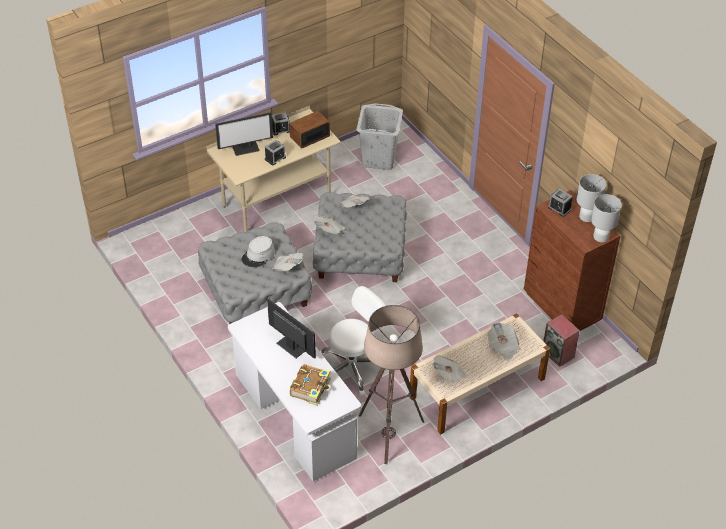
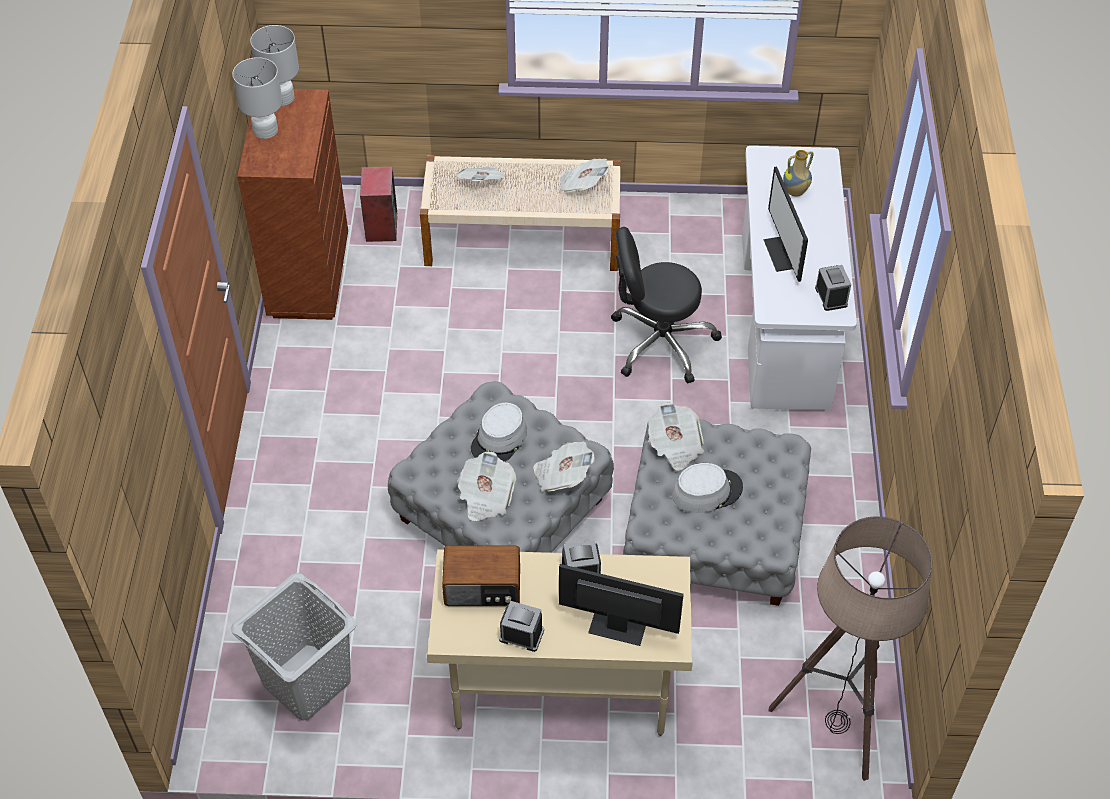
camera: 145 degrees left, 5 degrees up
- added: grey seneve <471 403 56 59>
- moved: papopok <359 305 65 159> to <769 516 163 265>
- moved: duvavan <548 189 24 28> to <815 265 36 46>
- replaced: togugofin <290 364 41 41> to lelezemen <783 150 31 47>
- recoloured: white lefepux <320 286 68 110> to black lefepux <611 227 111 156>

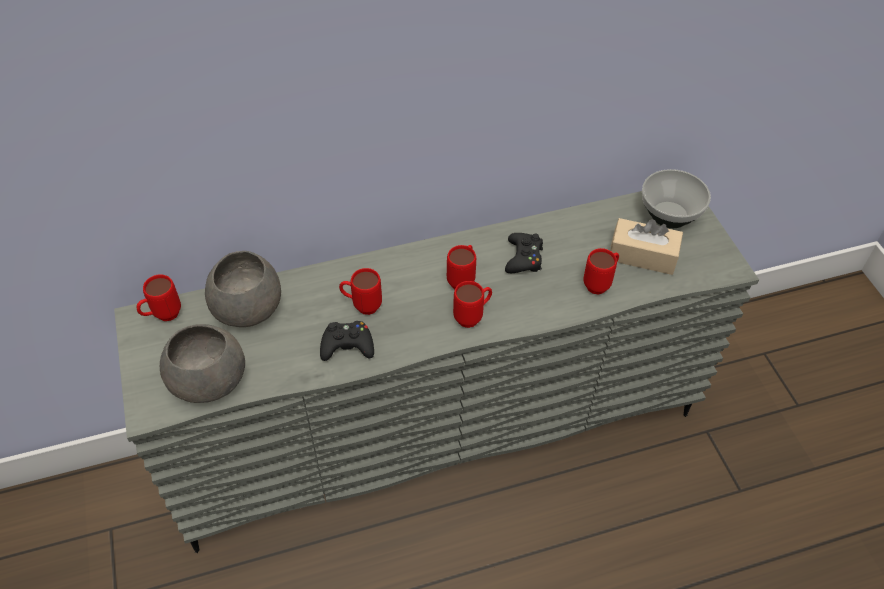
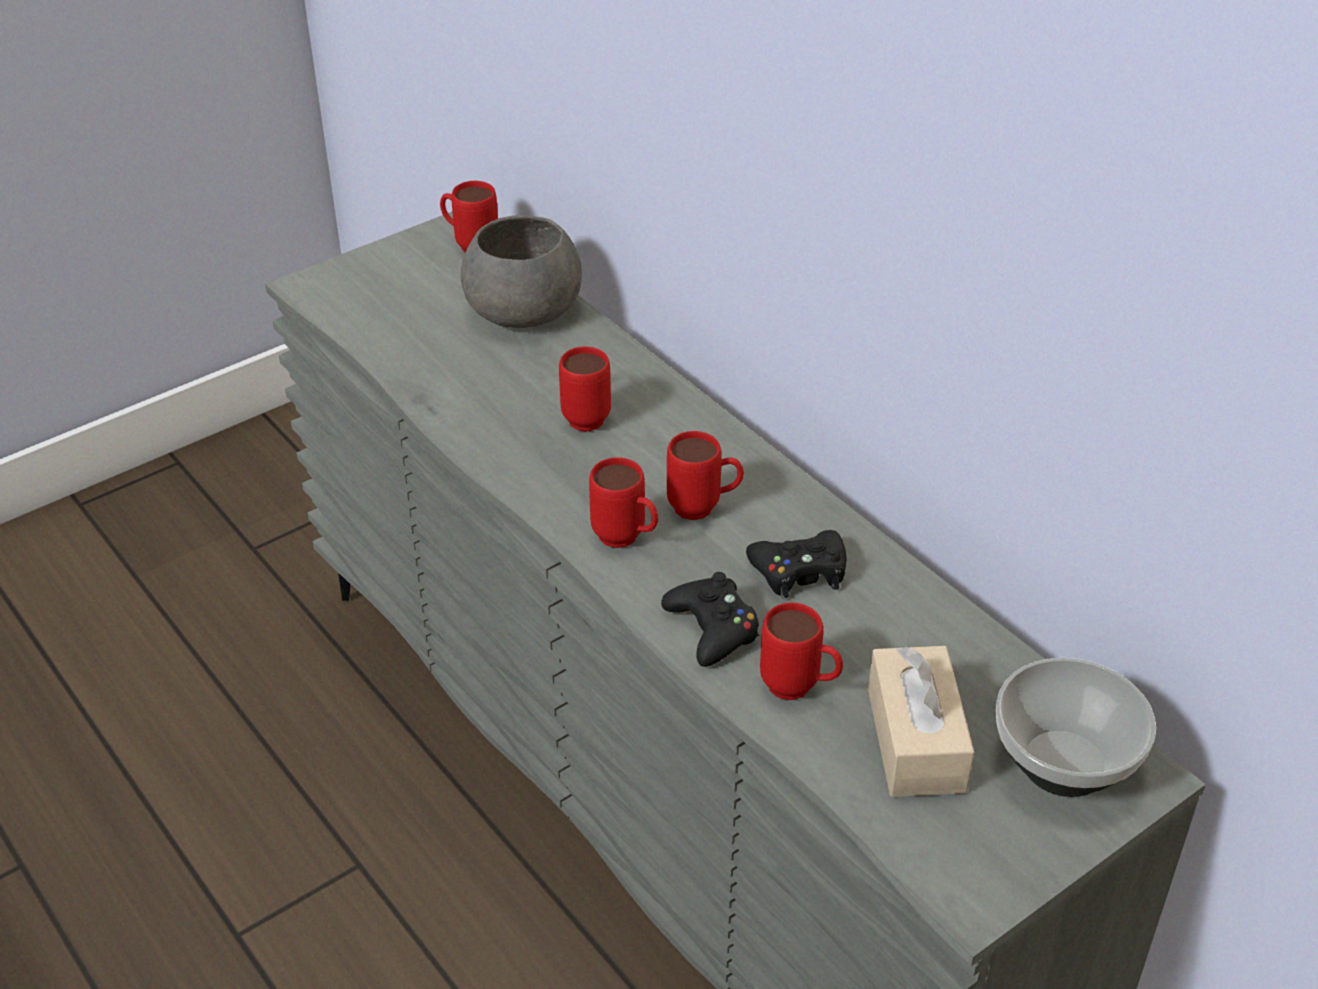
camera: 70 degrees right, 10 degrees down
- removed: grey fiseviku <160 324 85 79>
- moved: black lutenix <320 321 54 40> to <661 572 98 95>

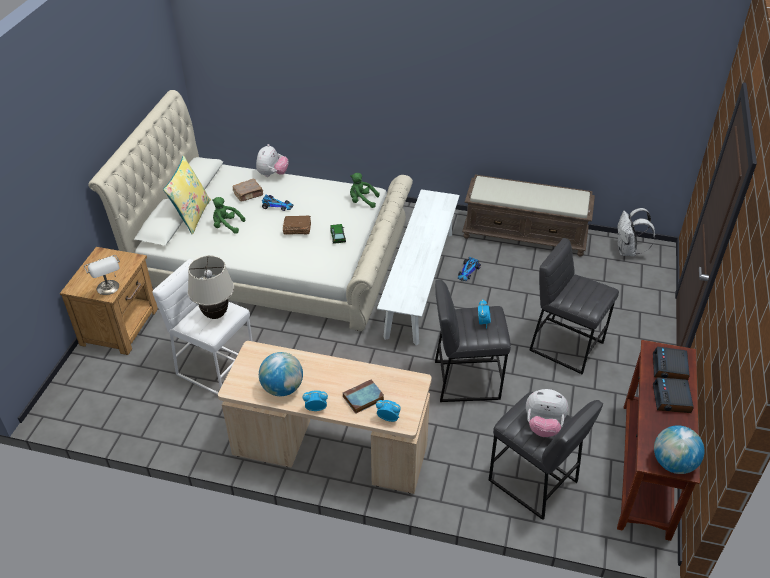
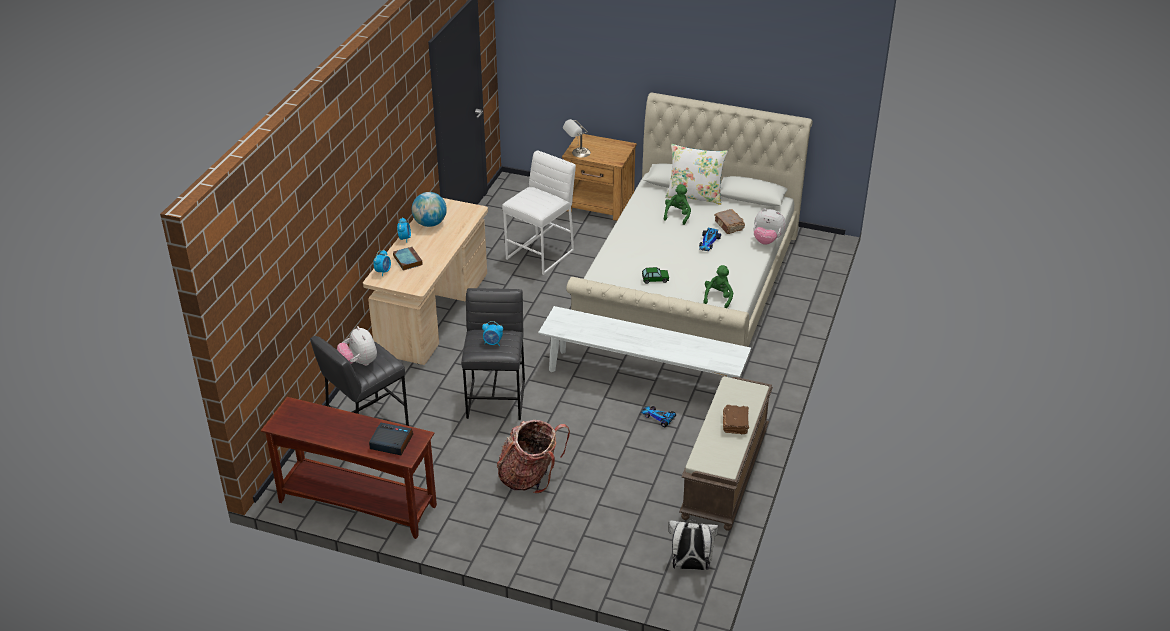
camera: 95 degrees right, 5 degrees down
- removed: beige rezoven <188 255 46 64>
- removed: duvavan <653 377 41 36>
- removed: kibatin <654 425 51 49>
- moved: brown togugofin <283 216 28 19> to <723 405 26 29>
- replaced: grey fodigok <530 238 89 136> to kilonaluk <497 420 73 73>
- recoloured: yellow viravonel <163 156 48 79> to white viravonel <665 144 63 61>
- turned: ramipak <526 389 42 48> = <337 326 40 40> 45 degrees counterclockwise

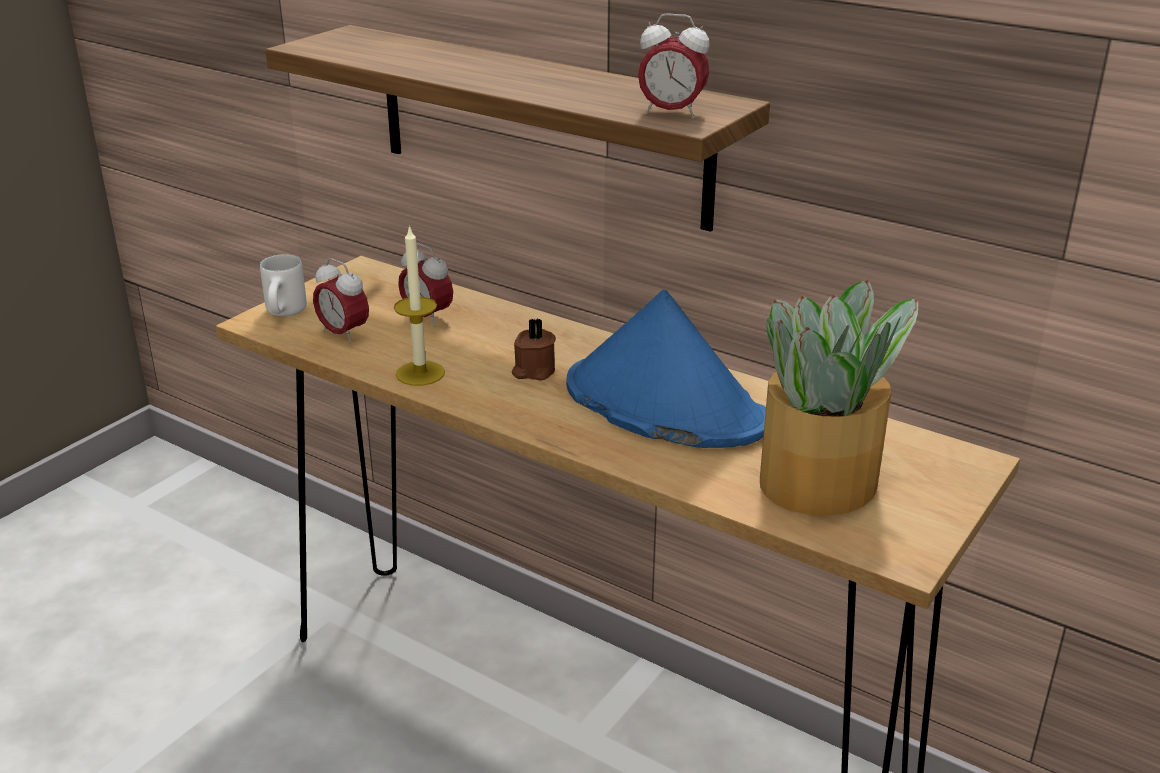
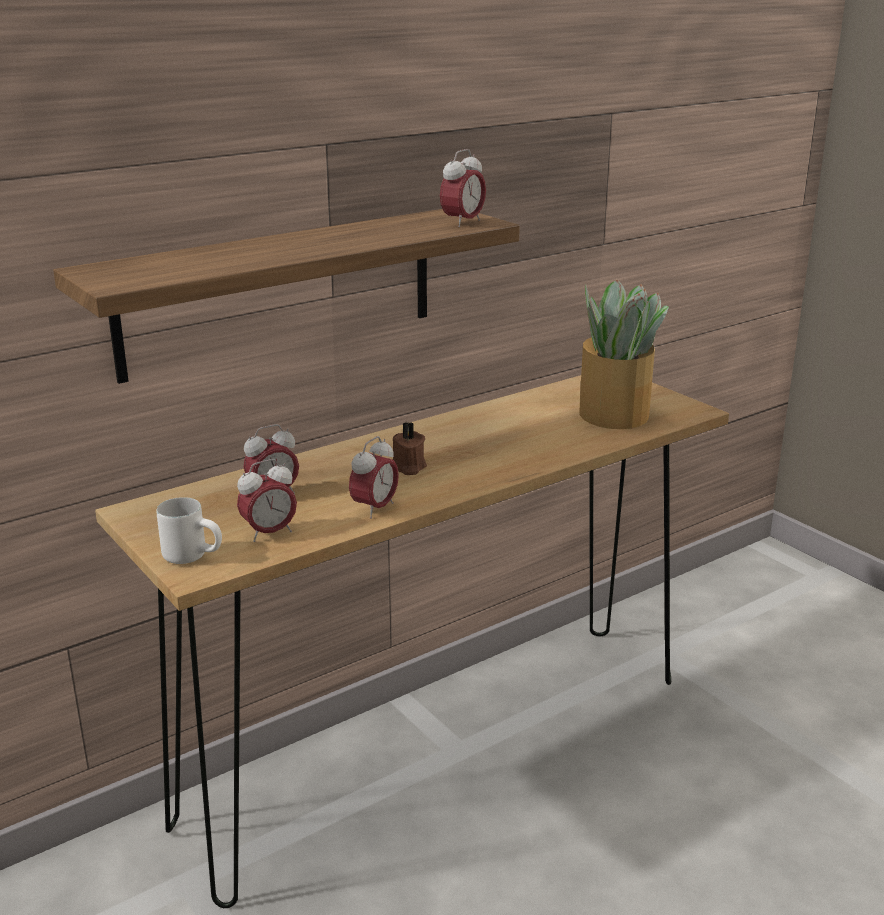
camera: 70 degrees left, 5 degrees down
- removed: blue seneve <566 289 200 159>
- replaced: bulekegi <394 225 51 161> to duvavan <349 436 50 83>

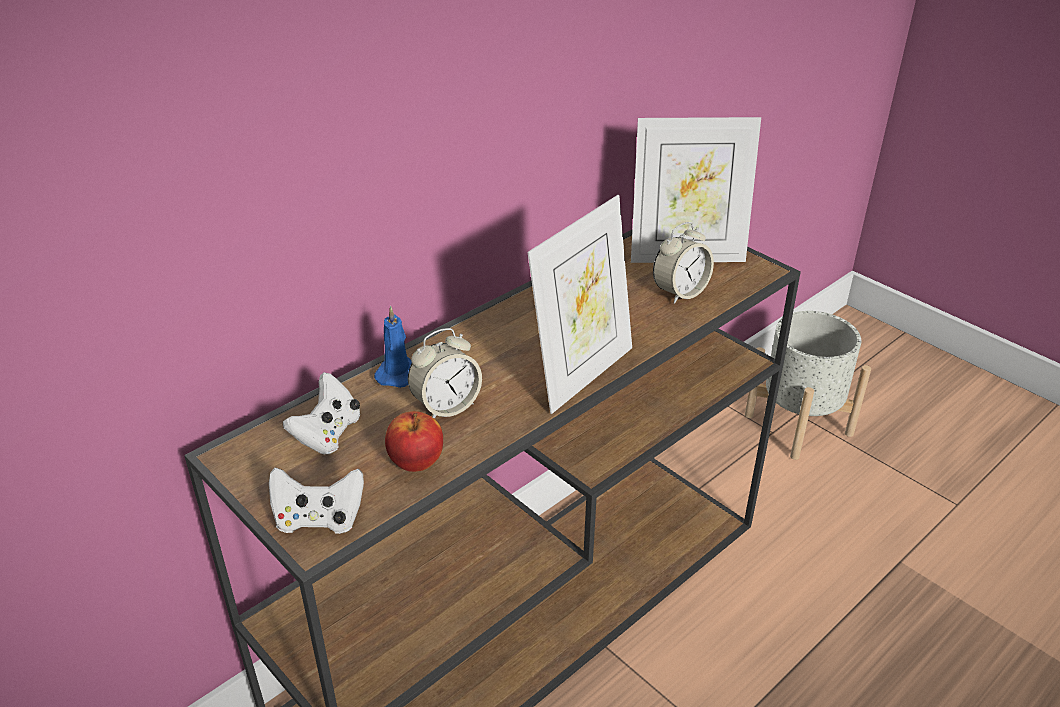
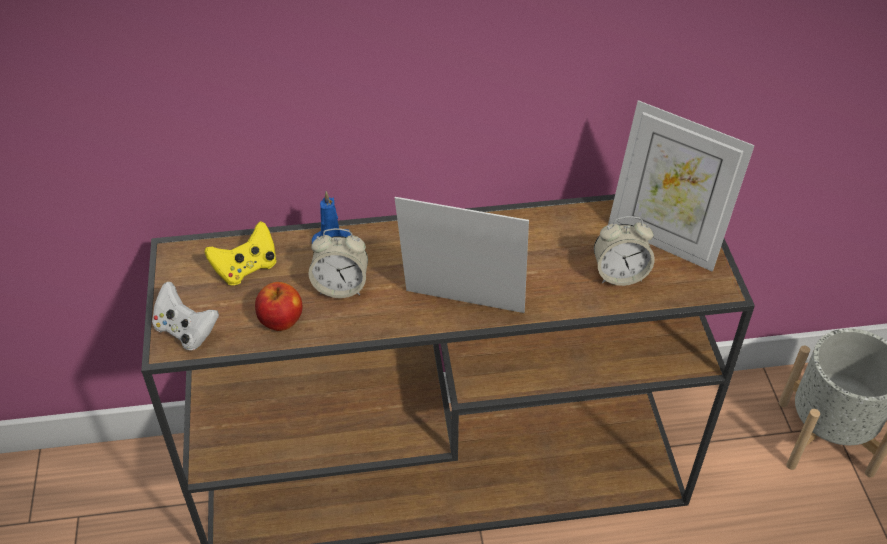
camera: 35 degrees right, 10 degrees up
- recoloured: white lutenix <283 372 77 83> to yellow lutenix <205 221 72 65>
- turned: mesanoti <528 195 104 219> = <395 197 134 116> 150 degrees counterclockwise

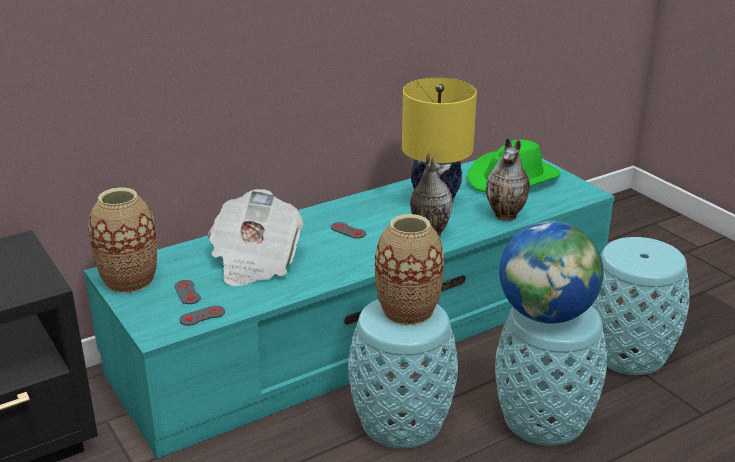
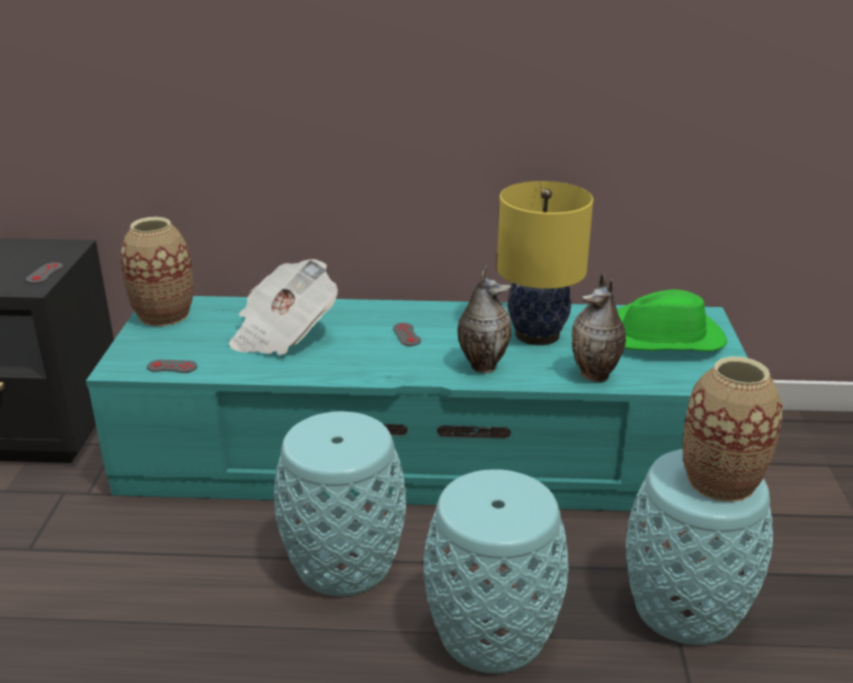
camera: 35 degrees right, 0 degrees up
- removed: kibatin <499 221 105 102>
- moved: grey lutenix <174 280 27 24> to <25 262 38 22>
- moved: lelezemen <375 214 69 111> to <683 357 99 145>

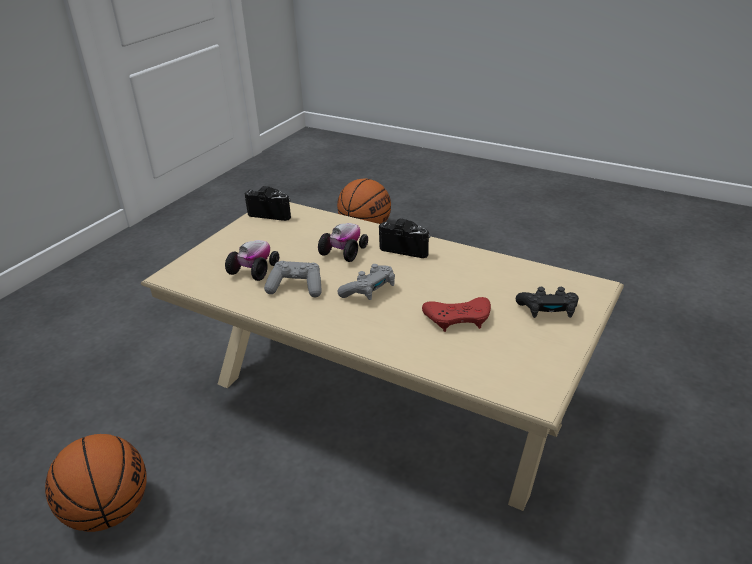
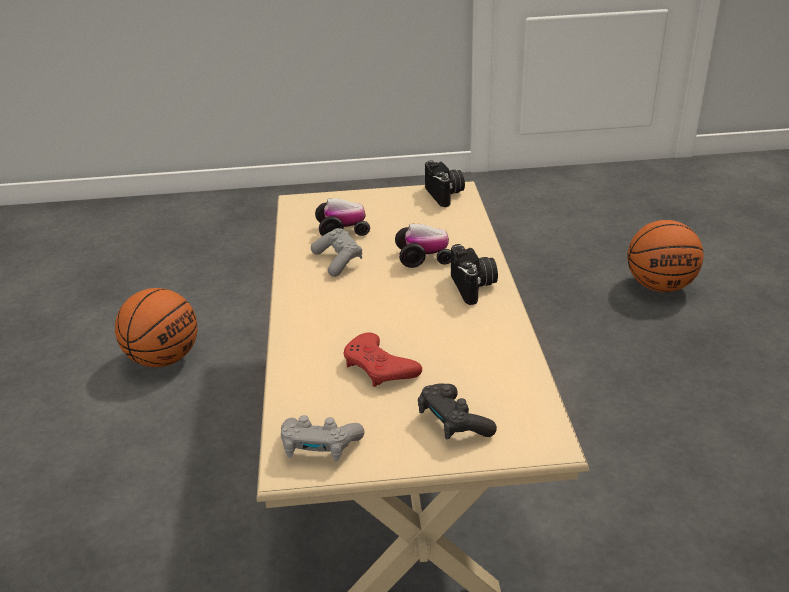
camera: 55 degrees right, 0 degrees up
- moved: grey lutenix <338 264 57 36> to <281 415 84 47>

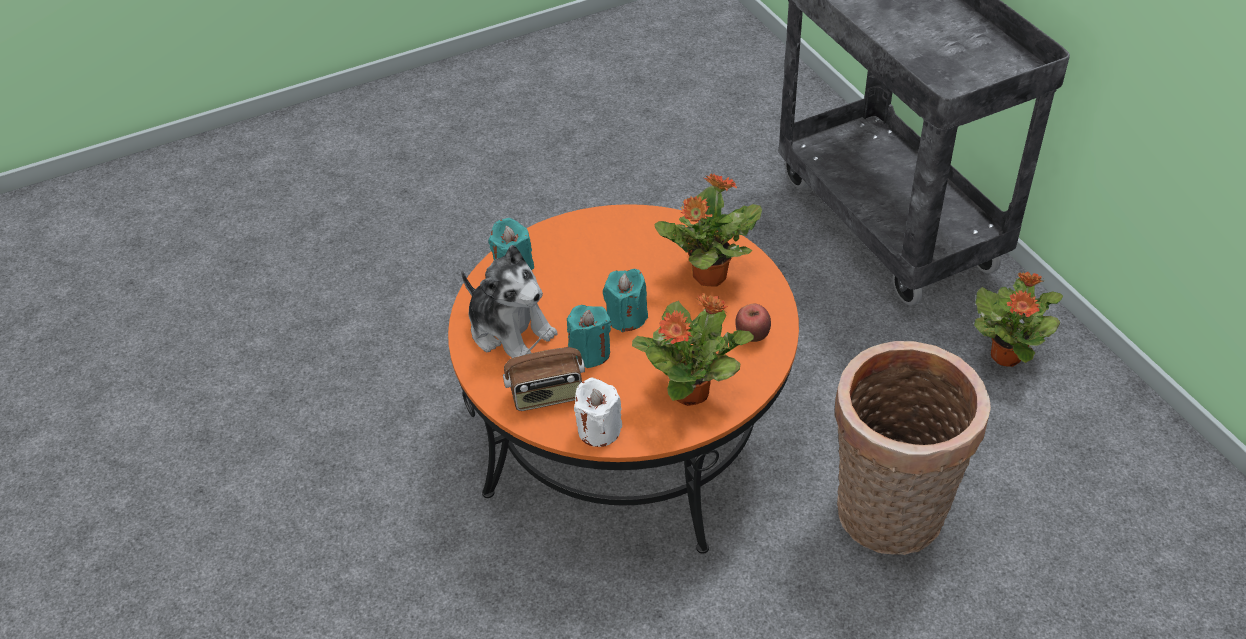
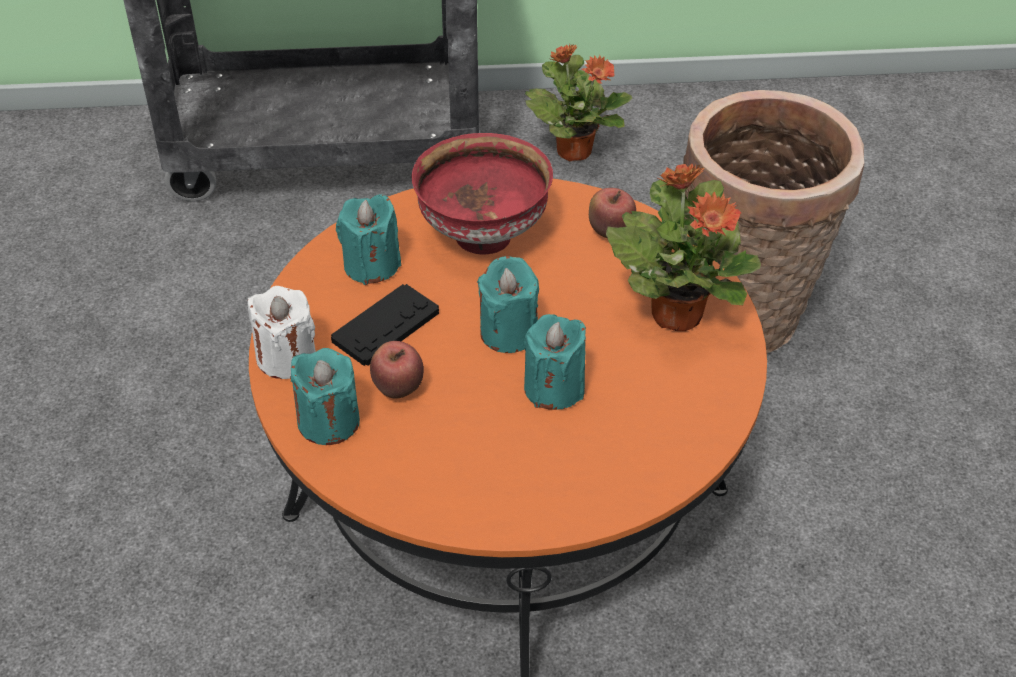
camera: 70 degrees left, 0 degrees up
- removed: ramipak <461 245 96 113>
- removed: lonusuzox <503 327 82 84>
- added: black lutenix <331 284 108 82>
- added: turquoise bulekegi <336 194 65 91>
- added: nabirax <370 341 54 57>
- moved: white bulekegi <574 377 48 70> to <248 286 68 93>
- replaced: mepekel <654 173 108 114> to red fiseviku <411 133 142 121>

